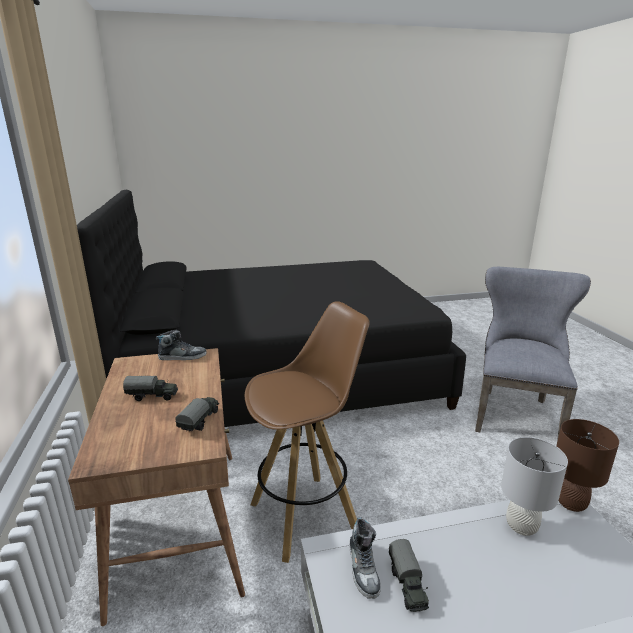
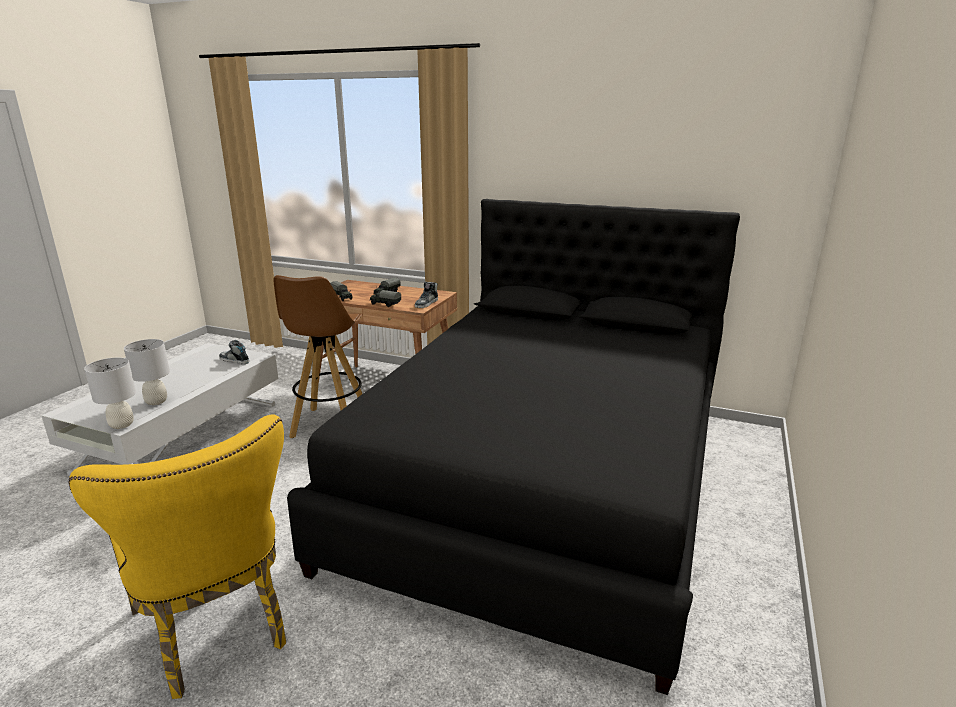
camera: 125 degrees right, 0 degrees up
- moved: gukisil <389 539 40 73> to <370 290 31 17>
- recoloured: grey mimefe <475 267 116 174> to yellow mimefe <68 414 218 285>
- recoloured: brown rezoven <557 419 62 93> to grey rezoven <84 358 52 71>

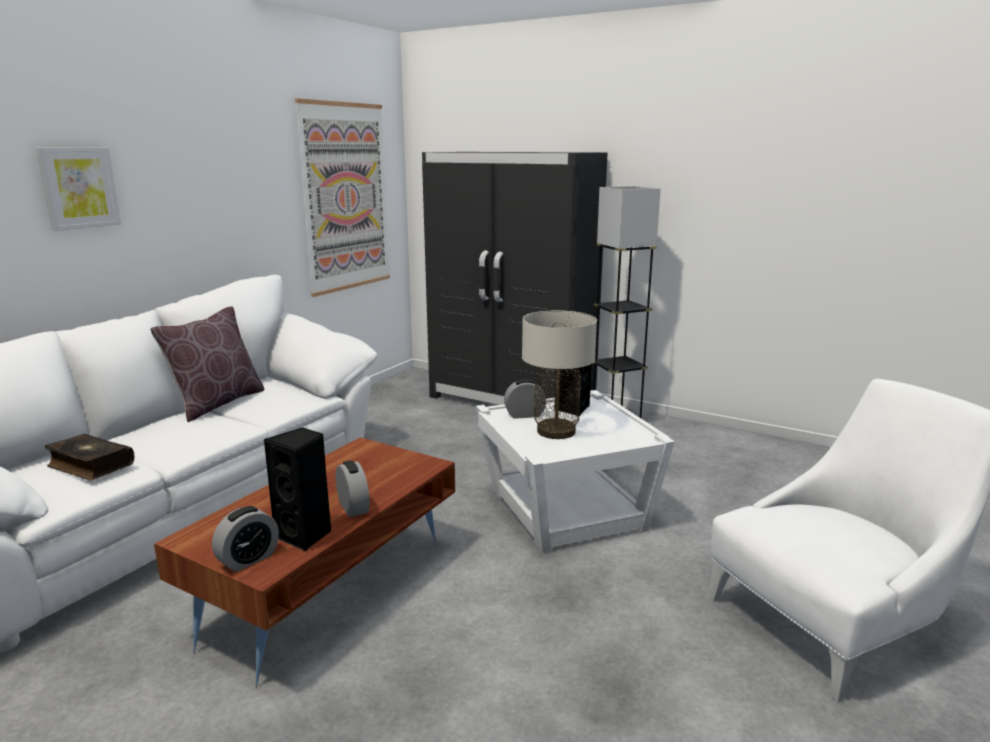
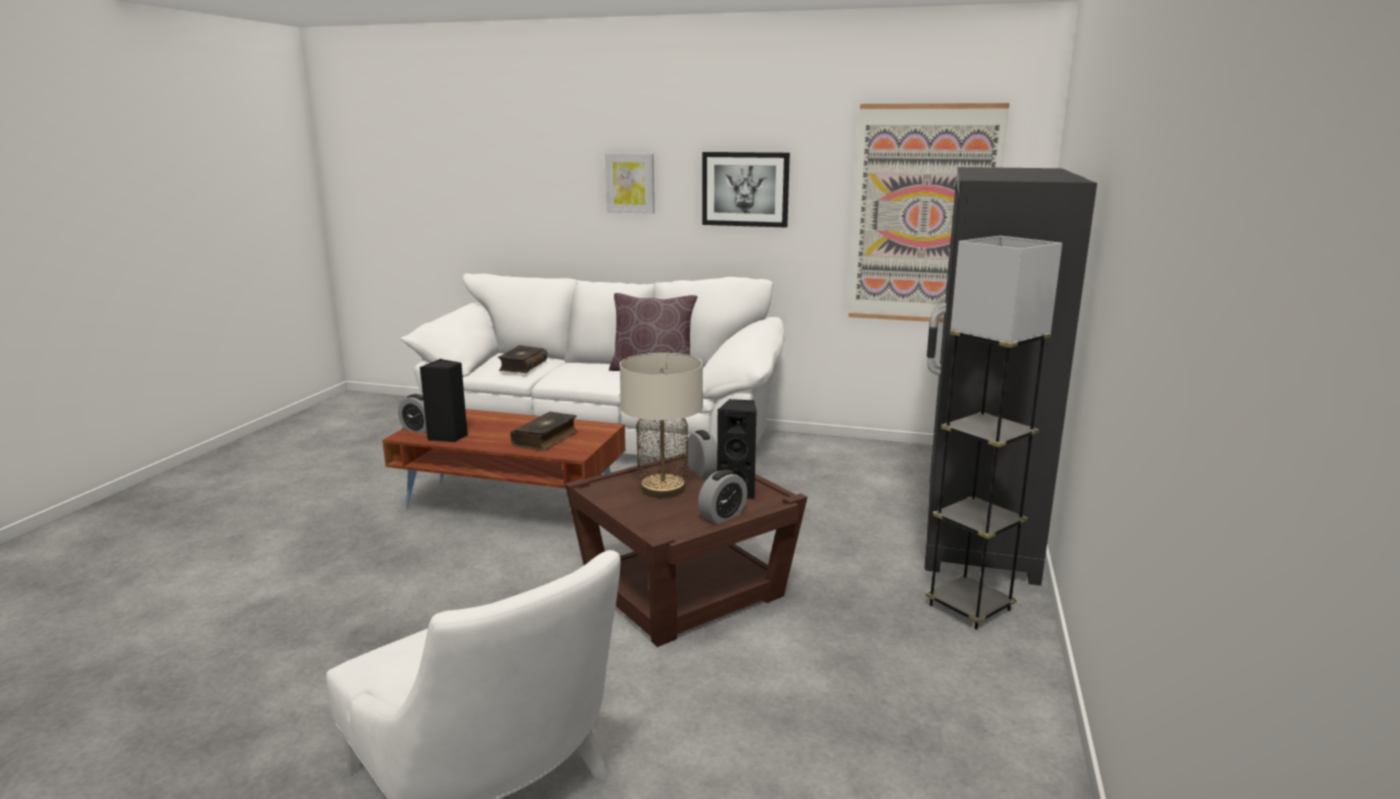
camera: 75 degrees right, 0 degrees up
- added: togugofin <510 412 68 39>
- added: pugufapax <702 152 88 76>
- moved: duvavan <335 460 35 57> to <698 470 49 54>
- recoloured: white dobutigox <476 390 199 163> to brown dobutigox <565 454 243 193>

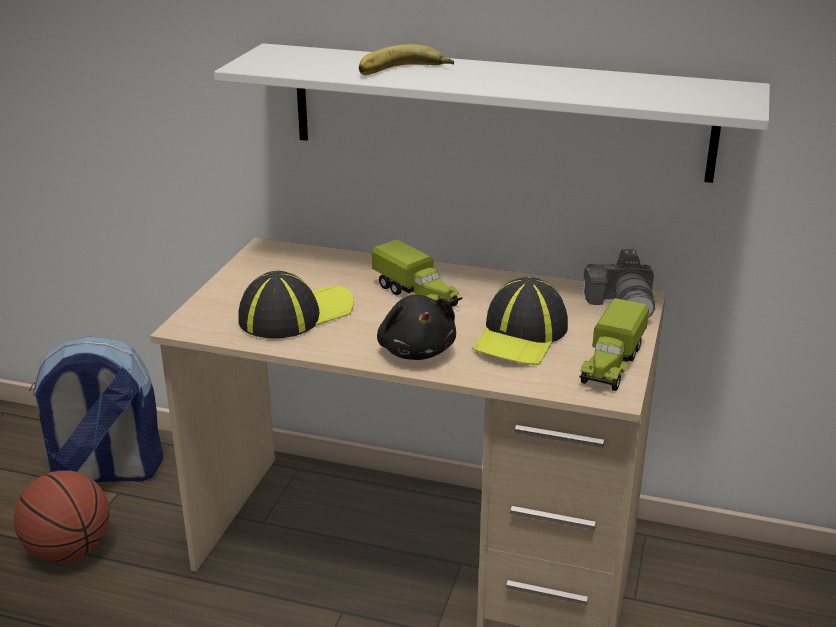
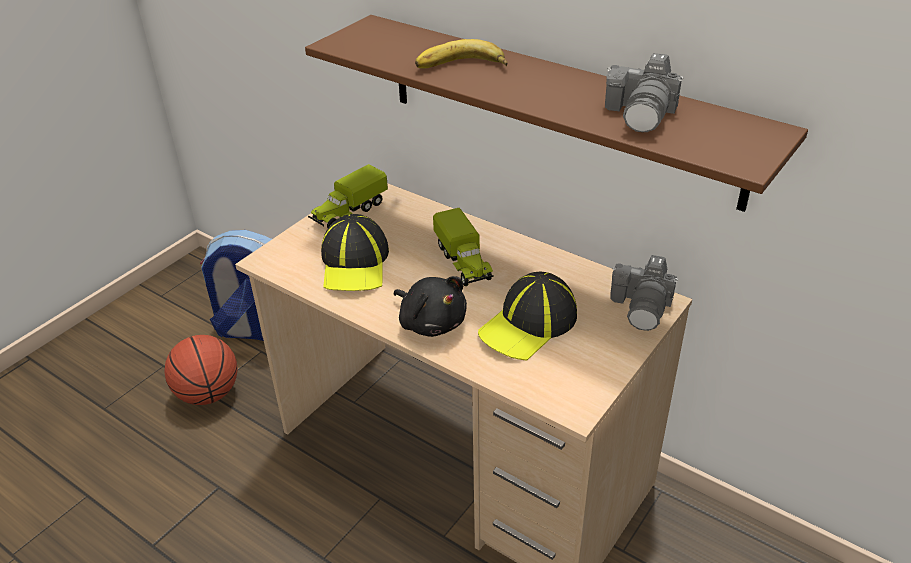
camera: 20 degrees right, 10 degrees up
- added: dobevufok <605 53 78 79>
- moved: gukisil <579 298 70 93> to <308 164 80 64>
- recoloured: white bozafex <214 43 556 140> to brown bozafex <305 15 503 197>
- turned: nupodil <238 271 116 67> = <321 214 68 77> 105 degrees clockwise
- turned: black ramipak <377 295 79 65> = <394 276 73 61> 45 degrees counterclockwise

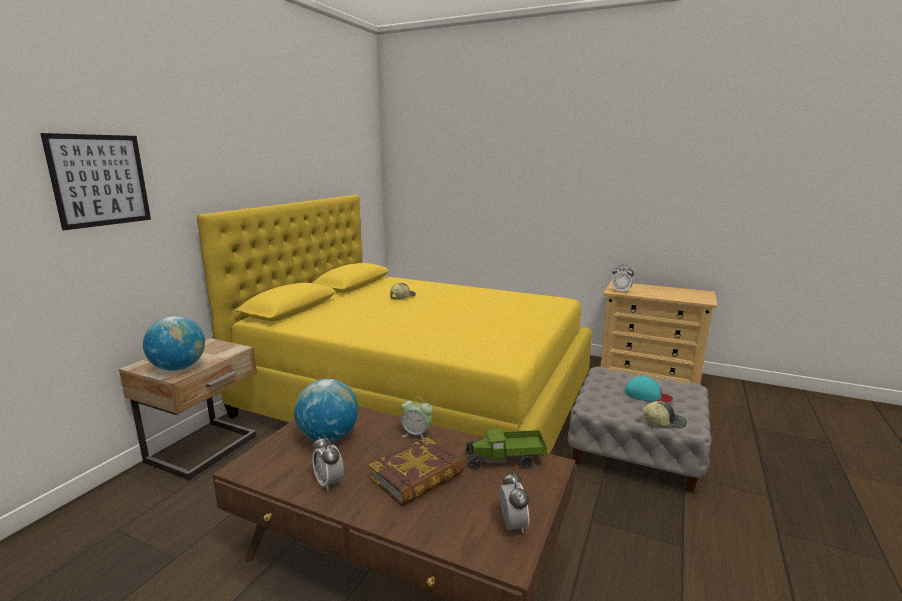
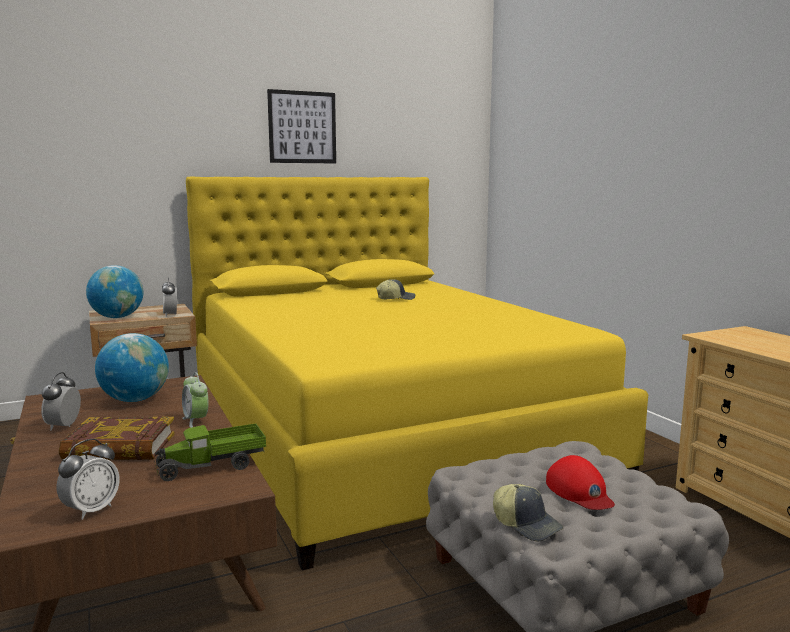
camera: 40 degrees right, 5 degrees down
- moved: pugufapax <40 133 111 97> to <267 89 69 74>
- moved: duvavan <612 265 22 28> to <162 278 15 39>
- recoloured: turquoise nupodil <625 376 48 26> to red nupodil <546 455 69 55>
- turned: gukisil <466 428 81 41> = <154 423 112 58> 60 degrees counterclockwise

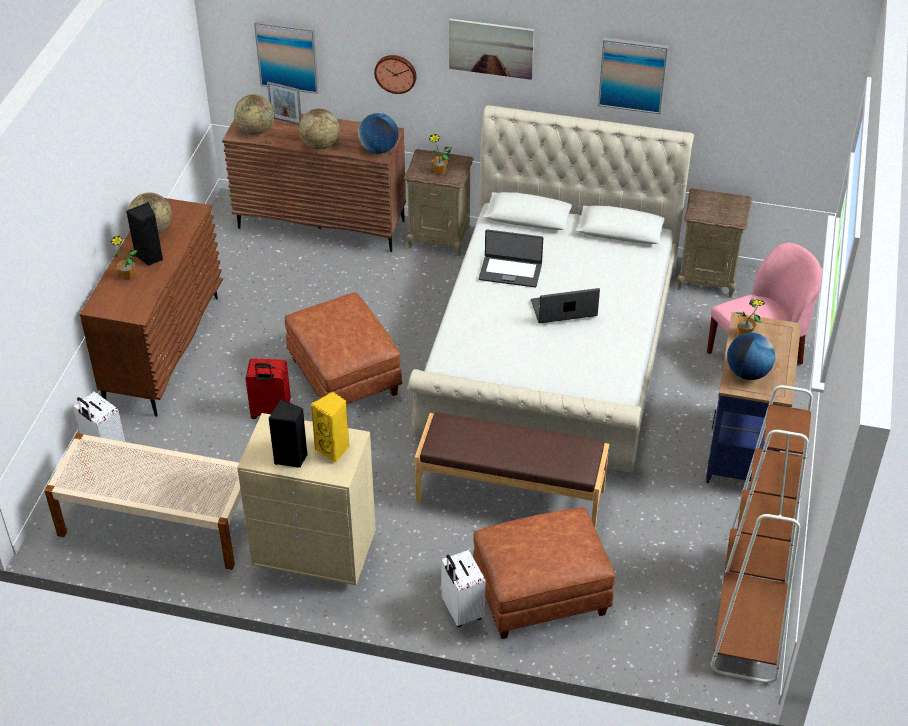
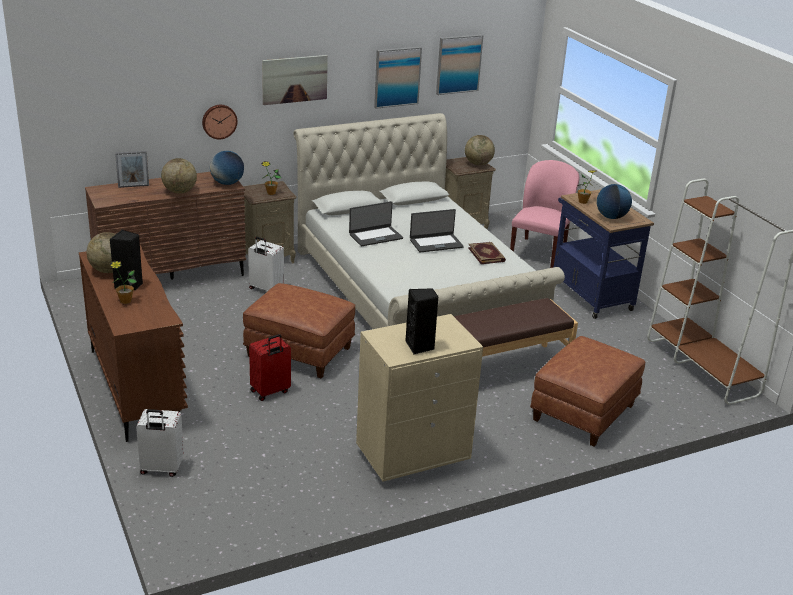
camera: 40 degrees left, 15 degrees down
- removed: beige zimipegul <44 433 197 137>
- removed: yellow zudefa <311 392 39 71>
- added: togugofin <468 242 38 22>
- moved: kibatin <234 94 41 41> to <465 135 30 30>
- moved: pugufapax <254 21 65 73> to <436 34 47 61>
- moved: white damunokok <441 550 44 77> to <248 237 36 54>
- turned: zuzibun <531 288 69 35> = <410 209 54 44> 150 degrees counterclockwise

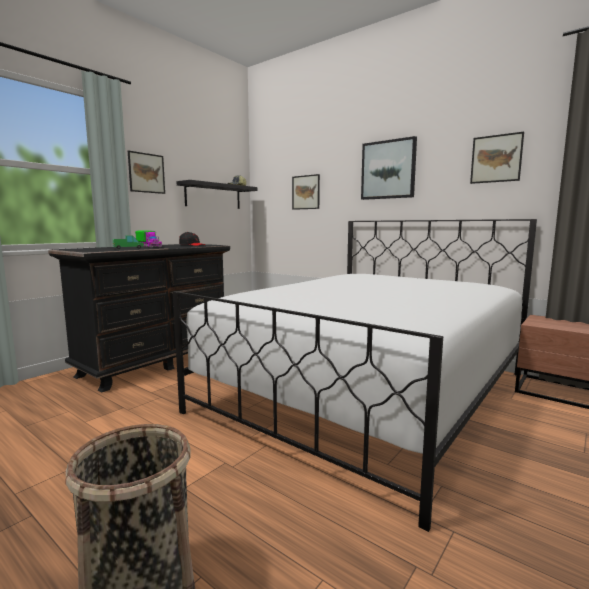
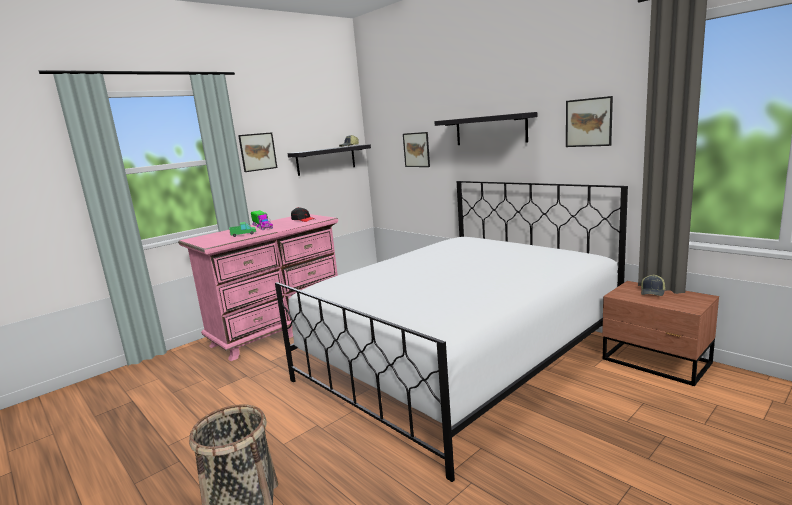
camera: 10 degrees right, 5 degrees up
- added: nupodil <641 274 24 22>
- replaced: pugufapax <361 136 56 64> to black bozafex <434 112 103 33>
- recoloured: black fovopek <48 244 182 149> to pink fovopek <178 214 160 147>

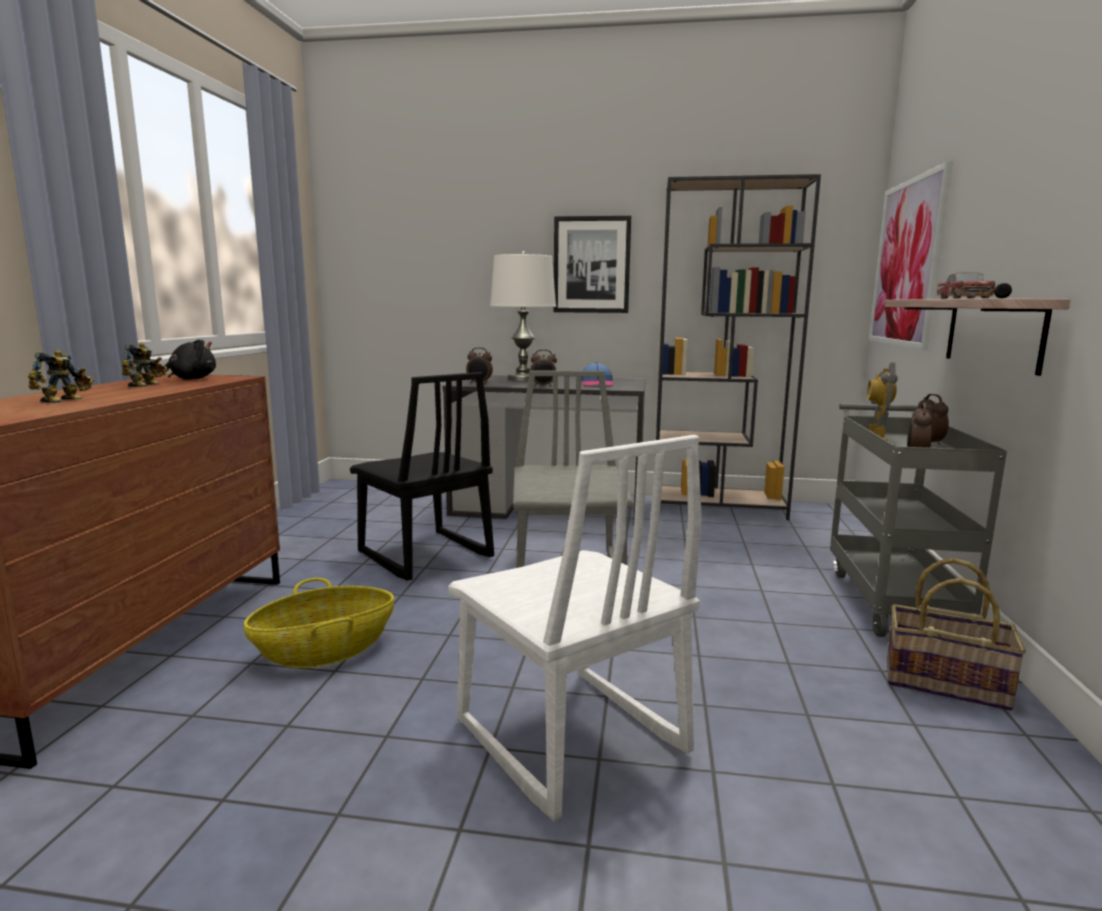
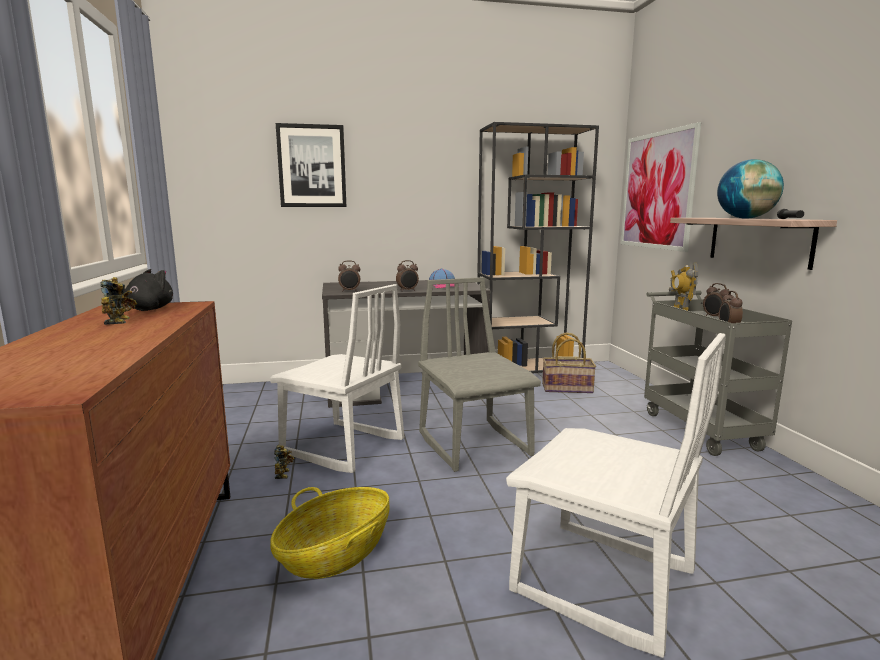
camera: 20 degrees left, 0 degrees up
- removed: white rezoven <490 251 66 130>
- moved: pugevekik <28 350 66 53> to <274 444 20 35>
- moved: pugufapax <553 216 78 97> to <276 123 70 84>
- moved: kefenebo <887 558 139 153> to <542 333 54 60>
- replaced: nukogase <936 272 59 27> to kibatin <717 159 67 60>
- recoloured: black mimefe <350 372 144 209> to white mimefe <270 284 134 189>

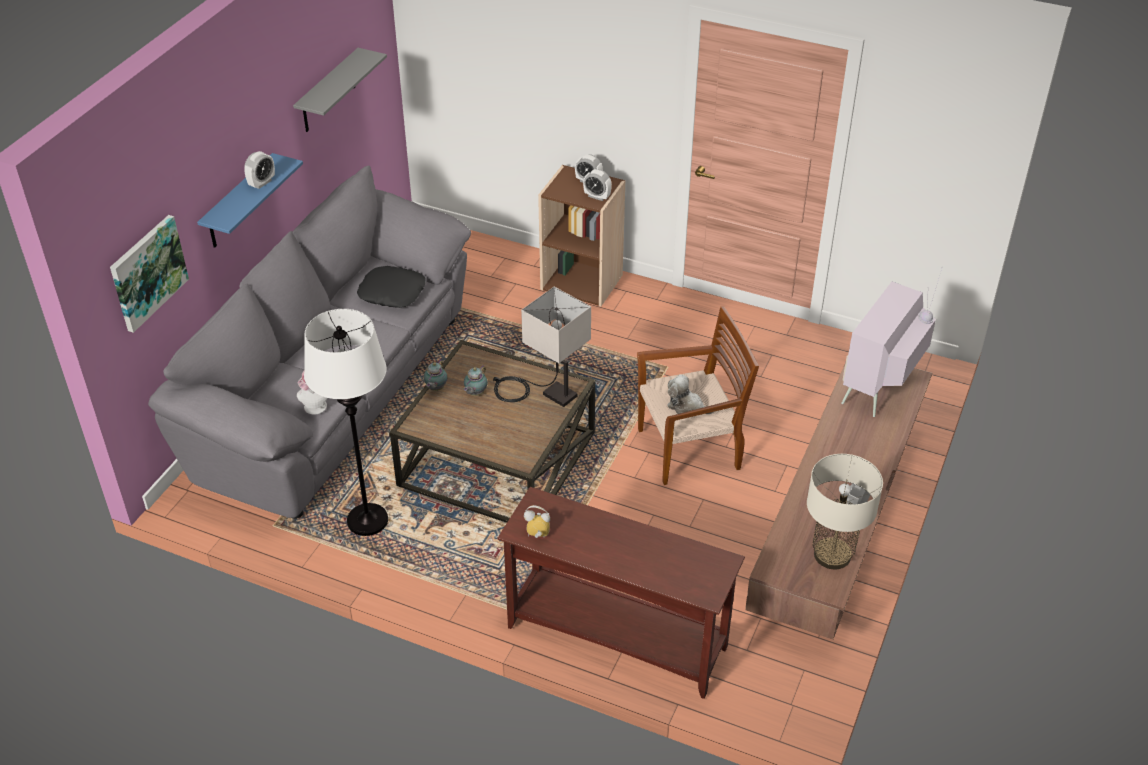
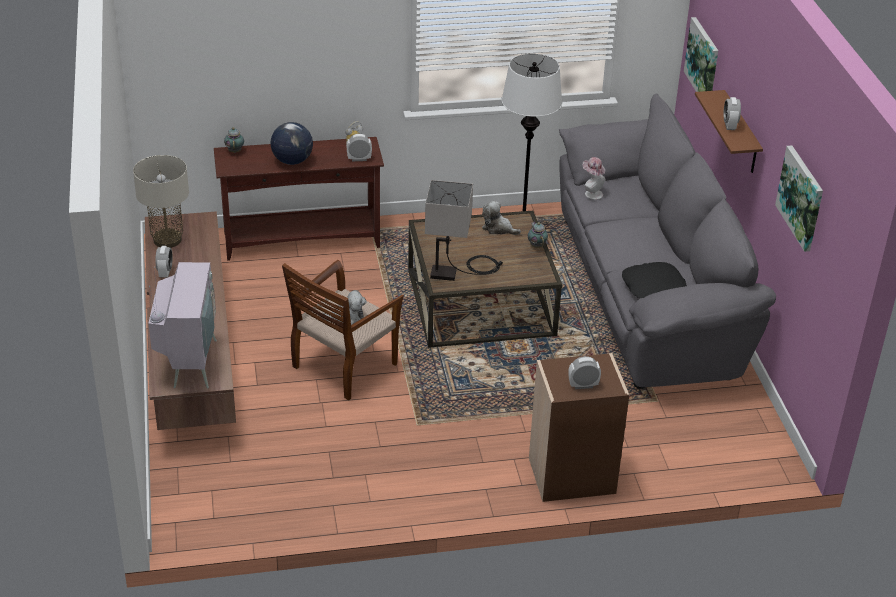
camera: 145 degrees right, 5 degrees down
- added: kibatin <271 122 42 43>
- added: ramipak <482 201 39 34>
- moved: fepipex <464 365 24 31> to <224 127 20 26>
- moved: duvavan <583 169 29 32> to <346 134 26 27>
- replaced: grey bozafex <293 48 94 84> to pugufapax <775 145 48 107>
- recoloured: blue bozafex <197 153 106 95> to brown bozafex <695 90 68 83>

